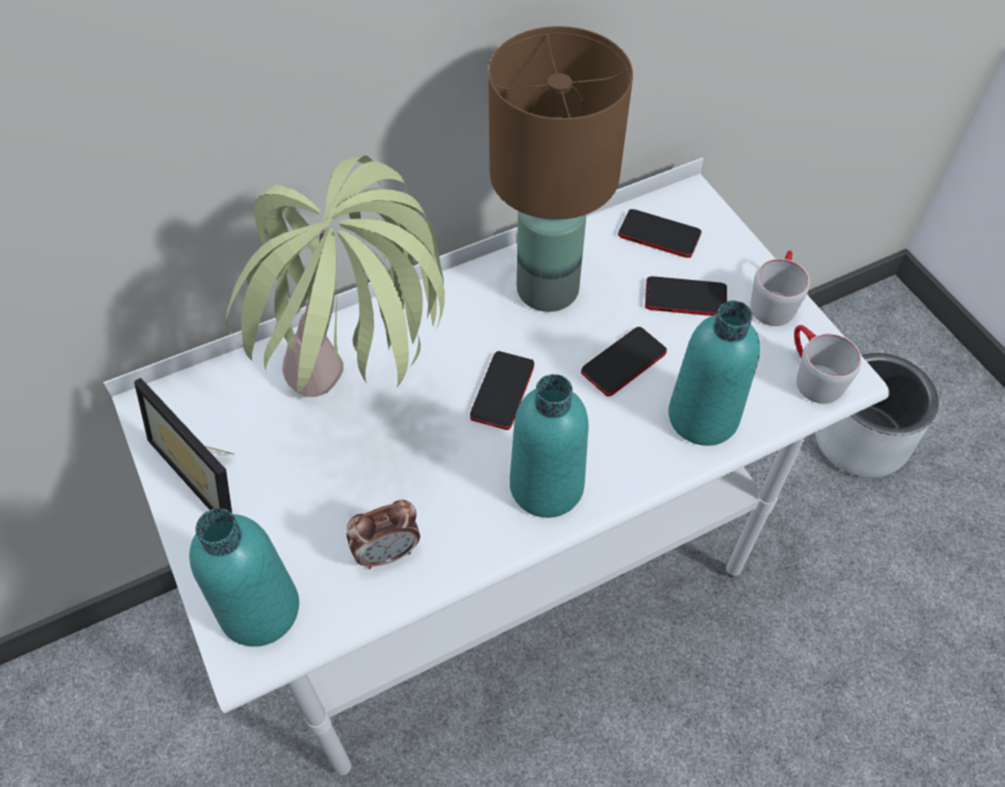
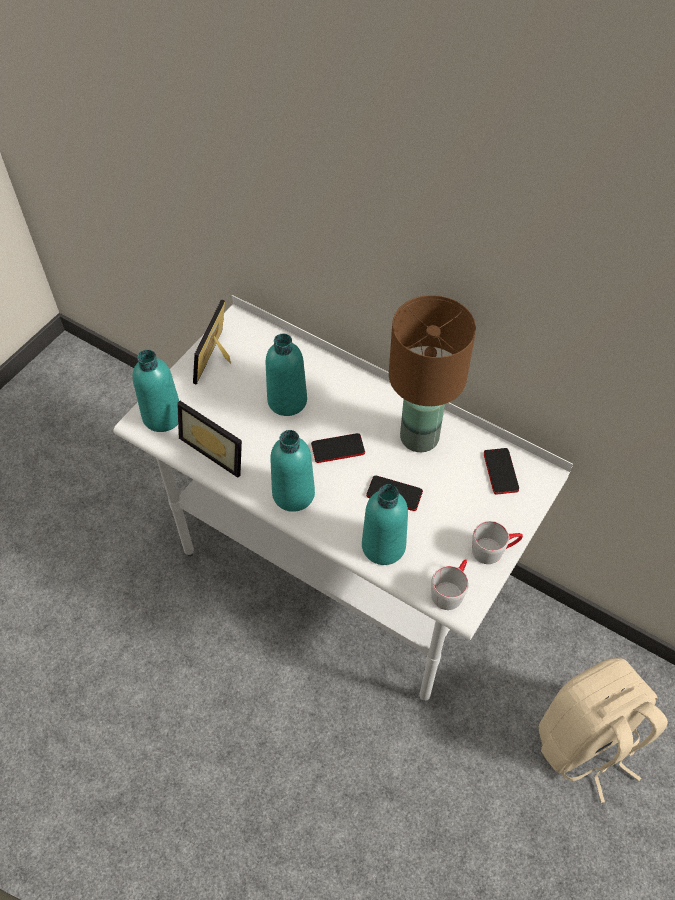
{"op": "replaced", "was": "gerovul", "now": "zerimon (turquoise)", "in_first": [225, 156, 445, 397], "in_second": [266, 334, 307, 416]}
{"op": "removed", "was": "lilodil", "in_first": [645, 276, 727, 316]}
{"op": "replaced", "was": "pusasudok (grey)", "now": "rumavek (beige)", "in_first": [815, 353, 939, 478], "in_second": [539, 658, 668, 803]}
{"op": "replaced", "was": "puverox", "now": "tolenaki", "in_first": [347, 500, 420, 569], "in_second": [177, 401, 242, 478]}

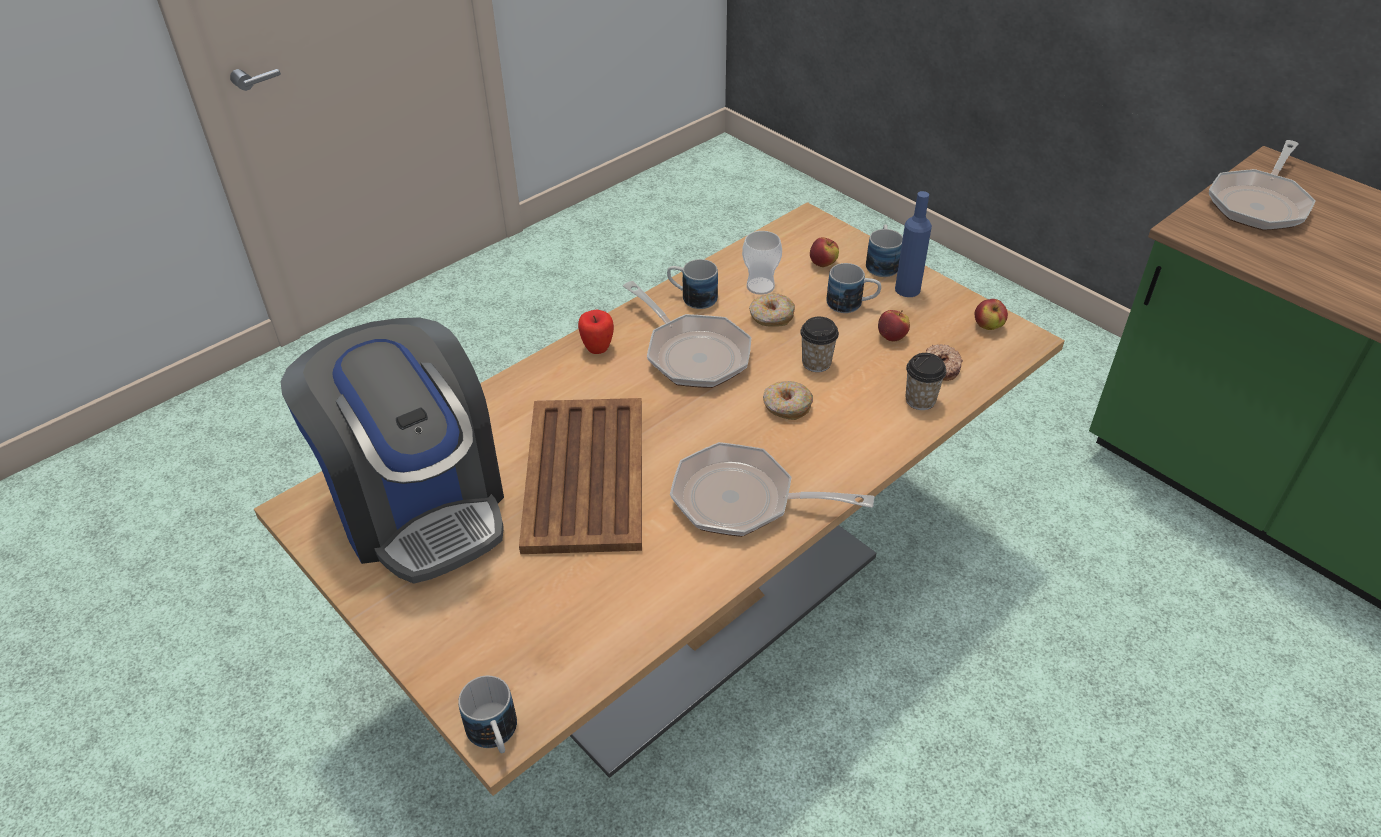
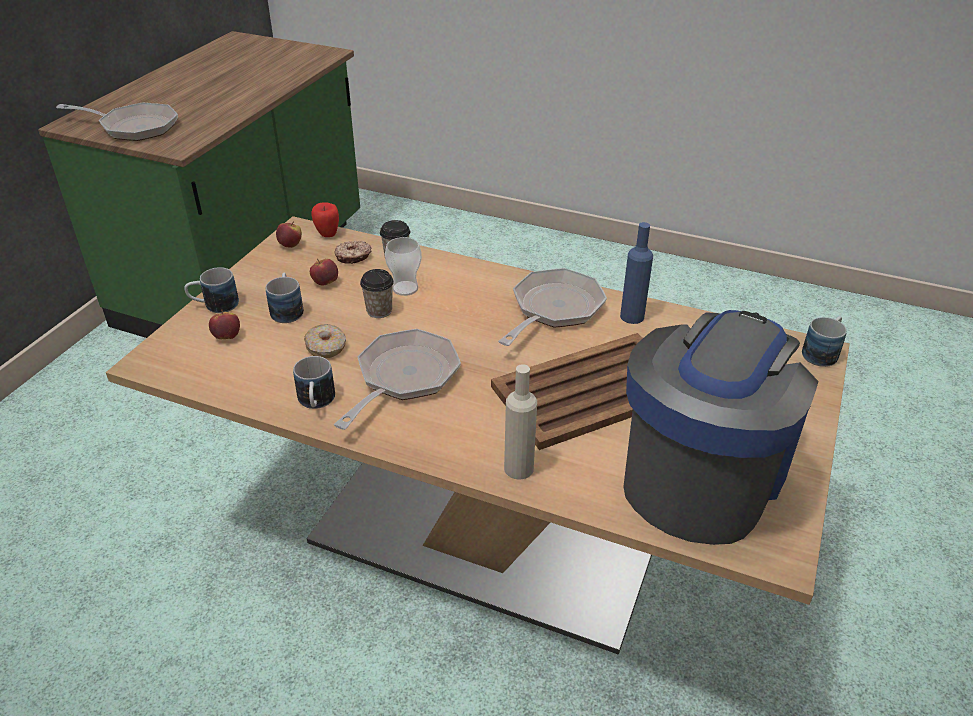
{"op": "moved", "was": "zerimon (blue)", "in_first": [895, 191, 932, 297], "in_second": [620, 222, 653, 324]}
{"op": "moved", "was": "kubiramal", "in_first": [742, 231, 782, 295], "in_second": [385, 237, 422, 296]}
{"op": "moved", "was": "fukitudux", "in_first": [578, 310, 614, 354], "in_second": [311, 202, 339, 237]}
{"op": "removed", "was": "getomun", "in_first": [763, 381, 813, 420]}
{"op": "turned", "was": "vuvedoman", "in_first": [670, 442, 874, 537], "in_second": [498, 268, 607, 346], "clockwise": -135}
{"op": "added", "now": "zerimon (beige)", "in_second": [504, 364, 537, 480]}

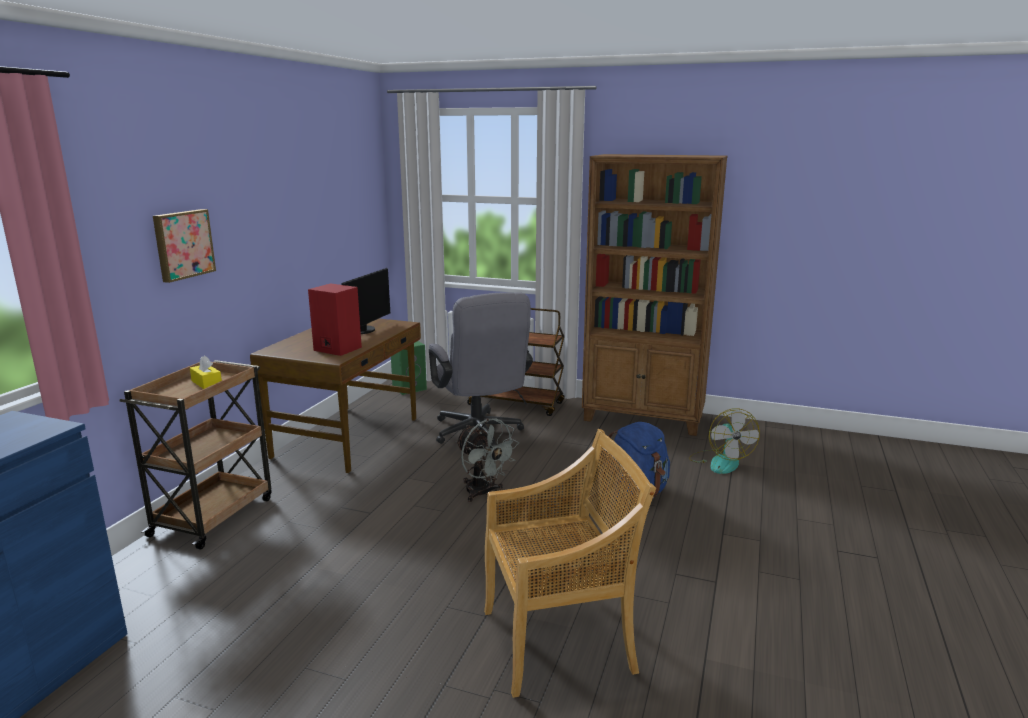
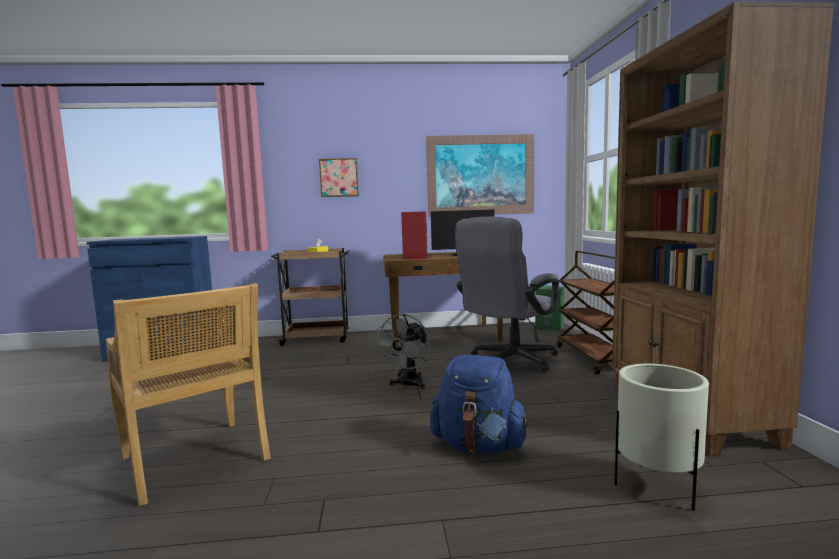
{"op": "replaced", "was": "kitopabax", "now": "pusasudok (beige)", "in_first": [689, 409, 760, 474], "in_second": [614, 364, 709, 511]}
{"op": "added", "now": "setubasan", "in_second": [426, 134, 534, 217]}

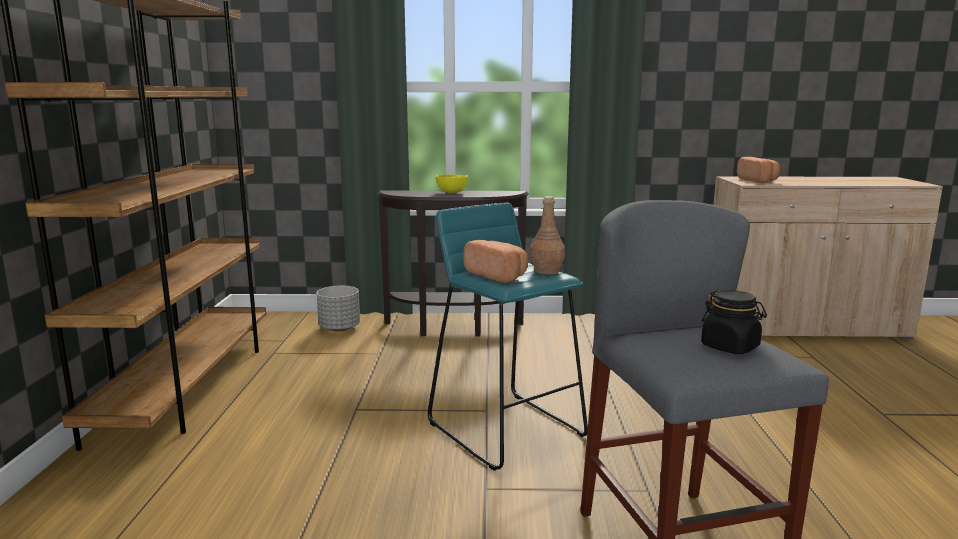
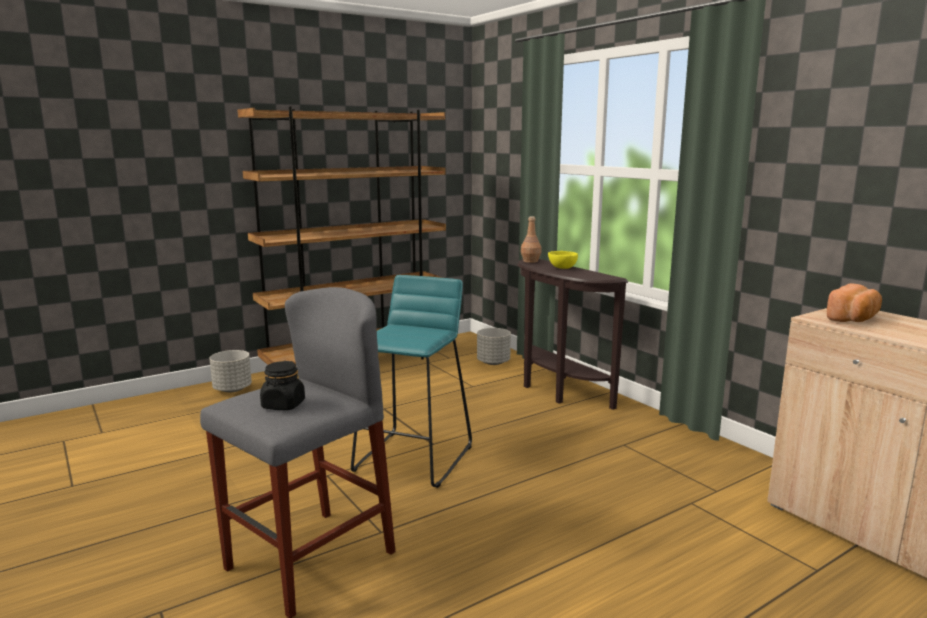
{"op": "moved", "was": "zerimon (brown)", "in_first": [530, 196, 565, 274], "in_second": [521, 216, 541, 263]}
{"op": "removed", "was": "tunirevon", "in_first": [463, 240, 528, 283]}
{"op": "added", "now": "pusasudok (grey)", "in_second": [209, 350, 252, 392]}

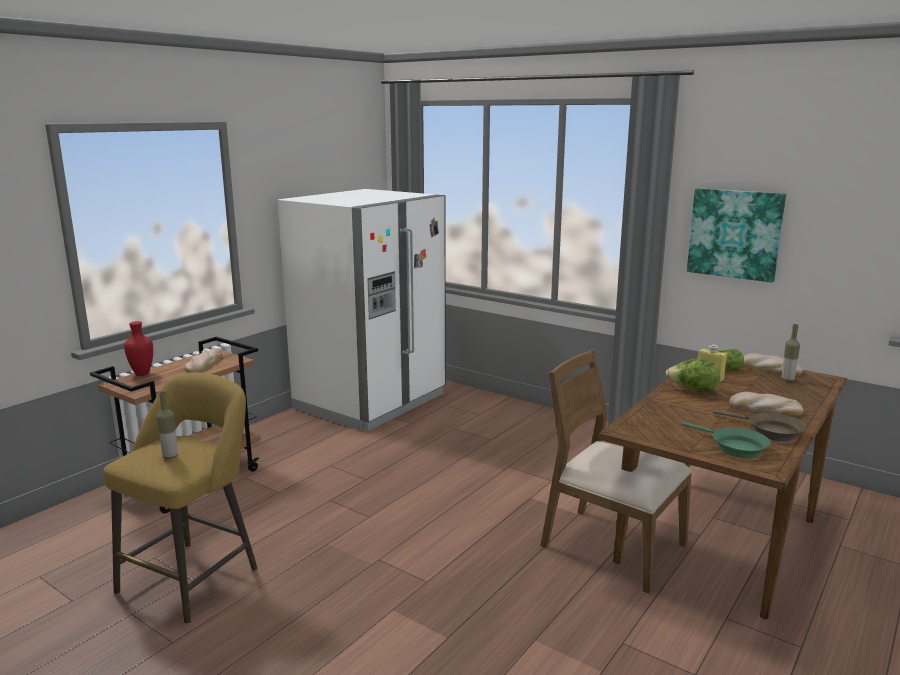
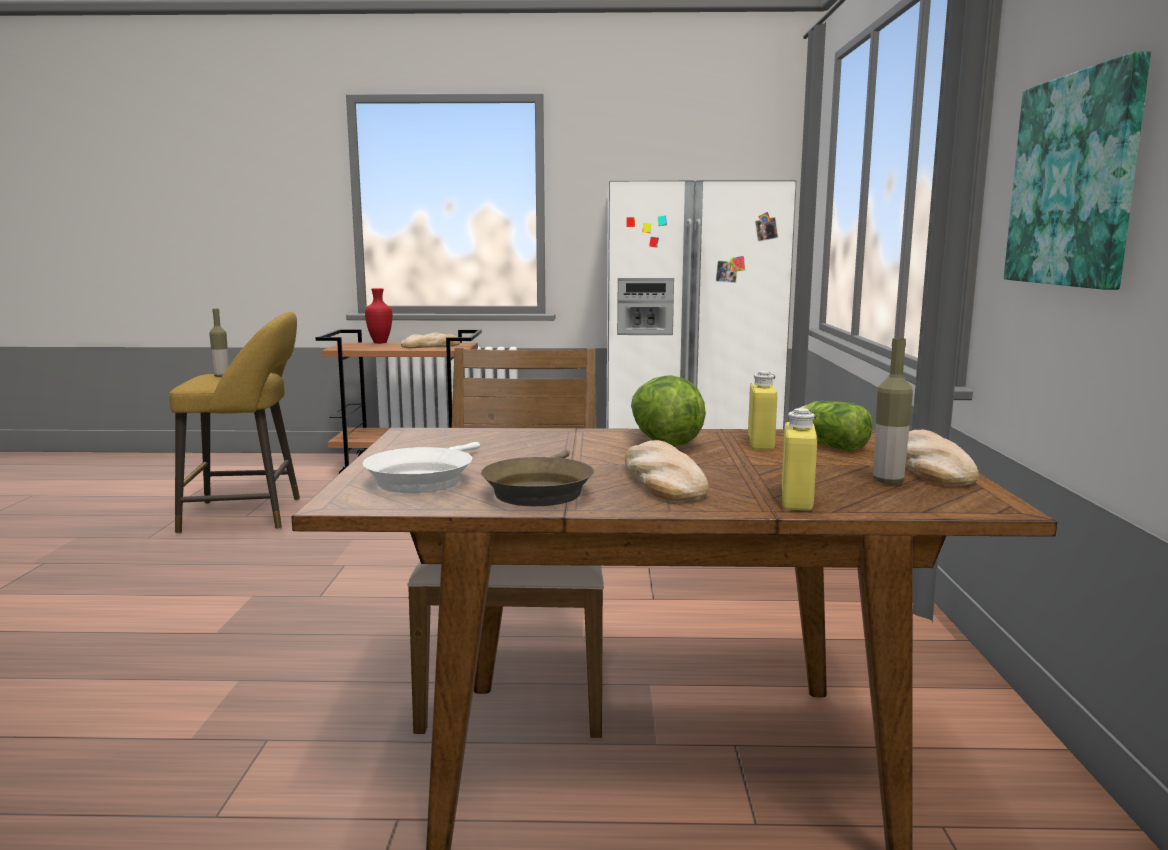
{"op": "recoloured", "was": "vuvedoman (green)", "now": "vuvedoman (white)", "in_first": [681, 422, 771, 458], "in_second": [363, 442, 480, 493]}
{"op": "added", "now": "zerimon (yellow)", "in_second": [782, 408, 817, 511]}

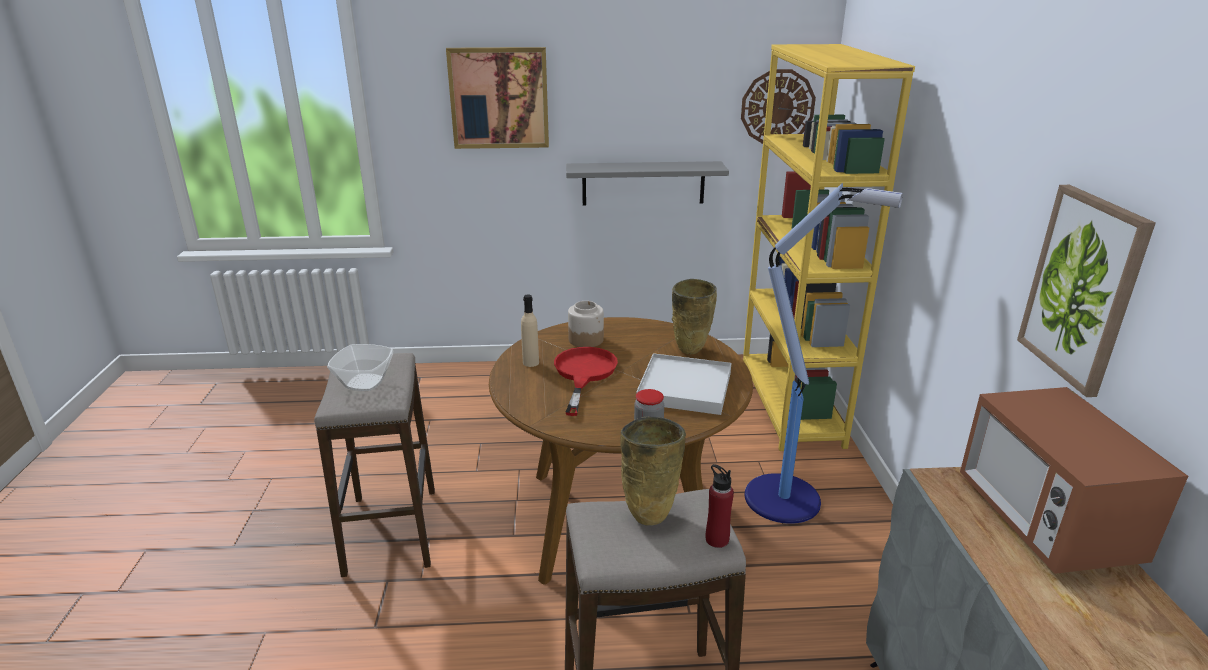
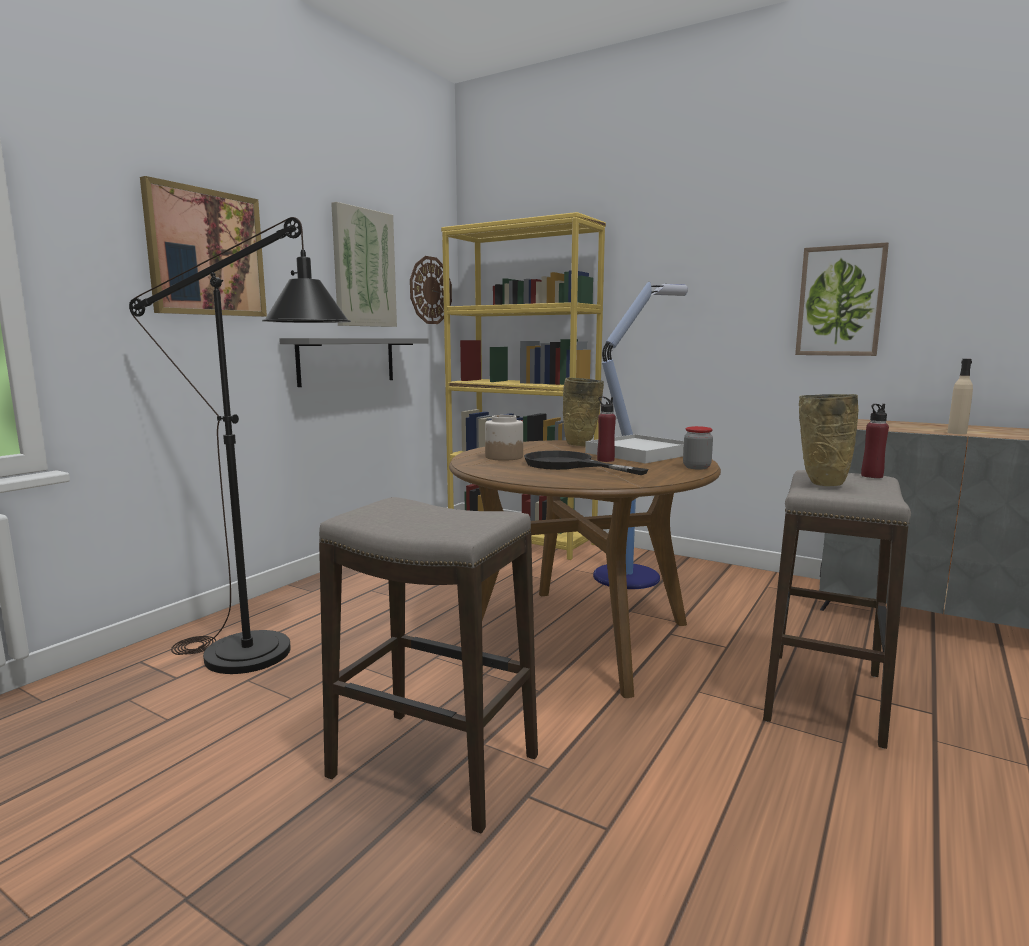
{"op": "moved", "was": "zerimon (beige)", "in_first": [521, 295, 539, 367], "in_second": [947, 359, 973, 434]}
{"op": "removed", "was": "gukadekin", "in_first": [327, 344, 393, 391]}
{"op": "recoloured", "was": "vuvedoman (red)", "now": "vuvedoman (black)", "in_first": [554, 347, 618, 416], "in_second": [524, 451, 648, 475]}
{"op": "removed", "was": "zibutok", "in_first": [960, 387, 1188, 574]}
{"op": "added", "now": "setubasan", "in_second": [331, 202, 397, 327]}
{"op": "added", "now": "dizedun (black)", "in_second": [129, 217, 351, 674]}
{"op": "added", "now": "zerimon (red)", "in_second": [597, 396, 616, 462]}

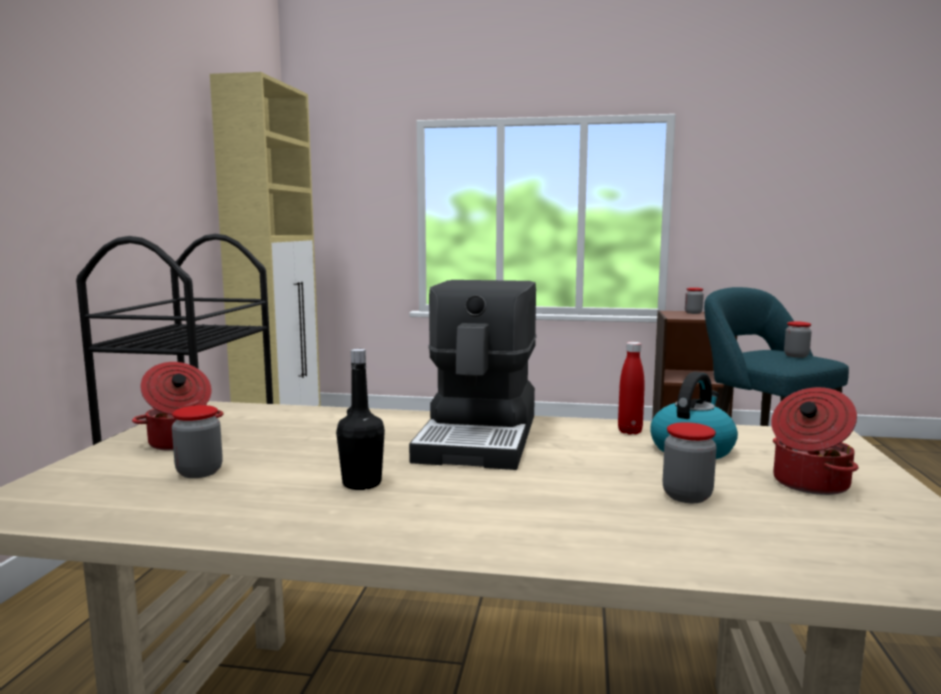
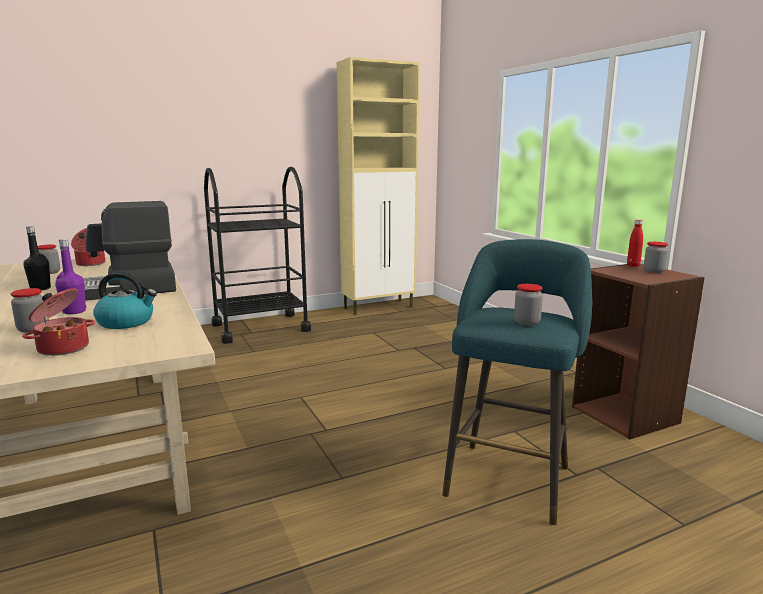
{"op": "moved", "was": "zerimon (red)", "in_first": [618, 342, 645, 435], "in_second": [627, 219, 643, 267]}
{"op": "added", "now": "zerimon (purple)", "in_second": [55, 239, 86, 314]}

